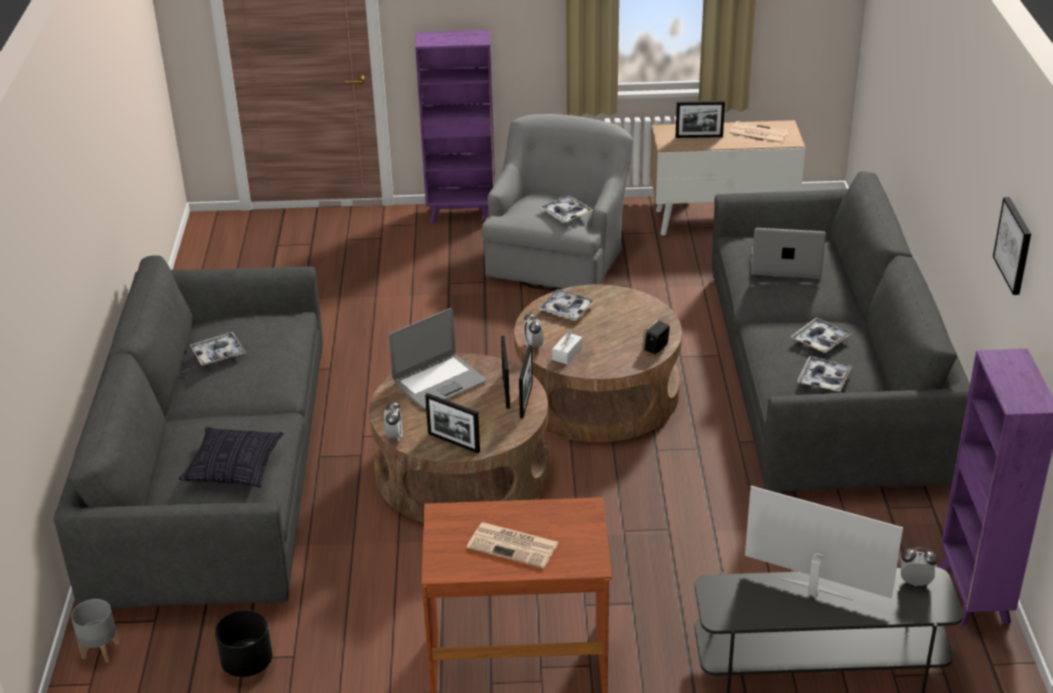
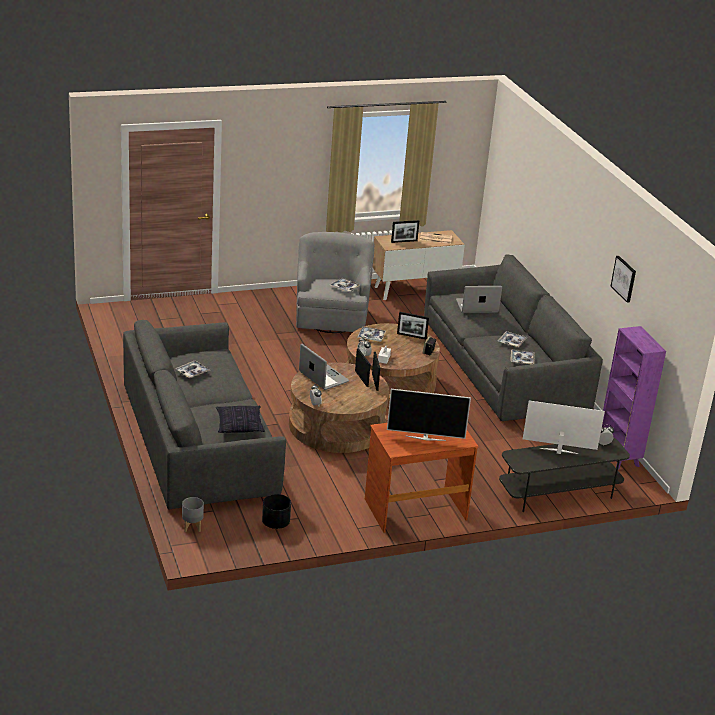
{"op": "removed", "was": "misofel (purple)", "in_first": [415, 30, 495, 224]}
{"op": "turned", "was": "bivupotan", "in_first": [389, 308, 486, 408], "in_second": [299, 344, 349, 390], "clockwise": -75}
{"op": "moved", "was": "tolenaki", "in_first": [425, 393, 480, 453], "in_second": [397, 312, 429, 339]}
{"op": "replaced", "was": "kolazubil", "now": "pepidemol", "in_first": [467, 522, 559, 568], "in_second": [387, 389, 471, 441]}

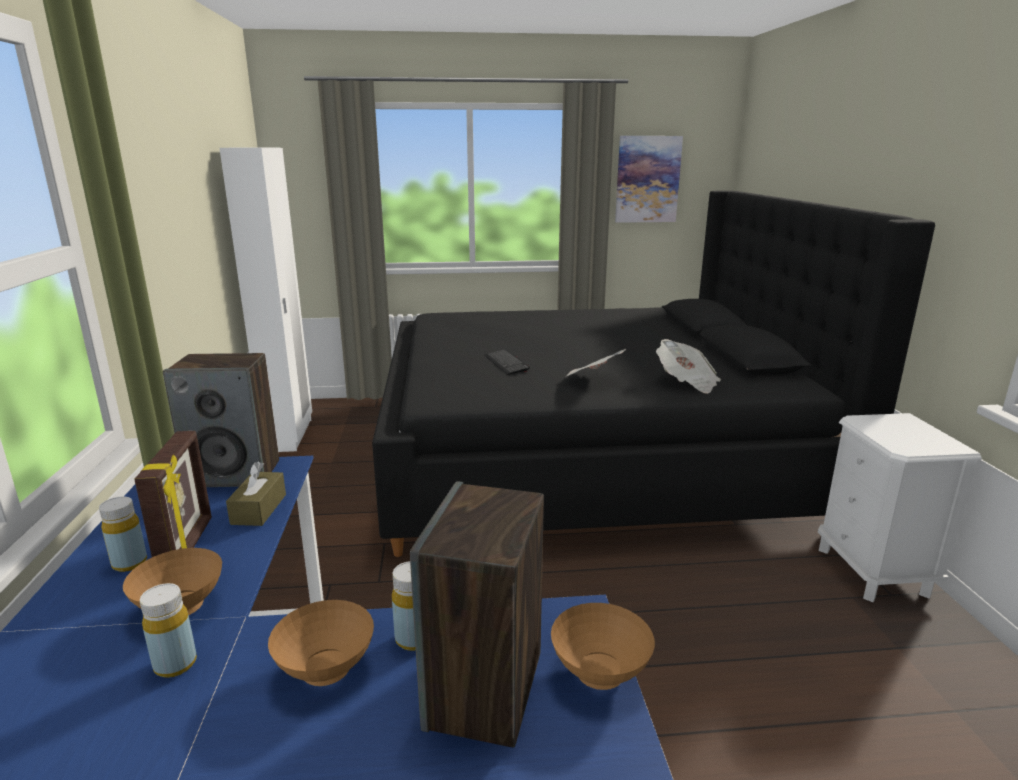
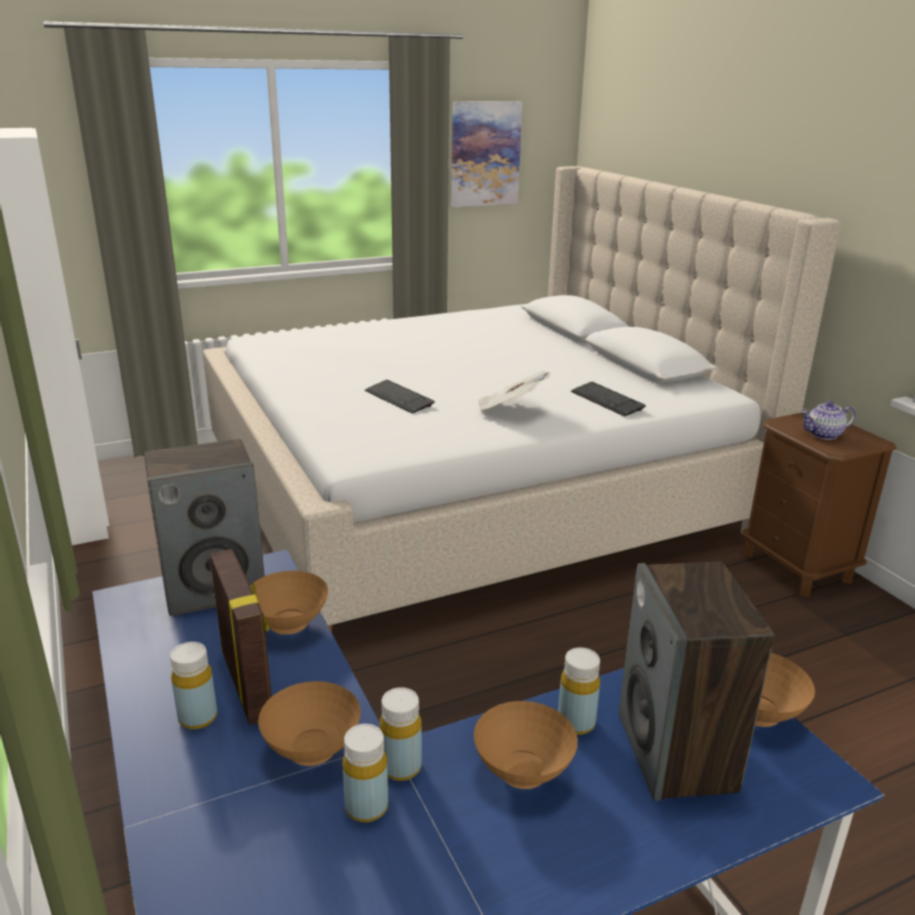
{"op": "recoloured", "was": "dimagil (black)", "now": "dimagil (beige)", "in_first": [372, 191, 935, 557], "in_second": [203, 166, 841, 632]}
{"op": "replaced", "was": "kolazubil", "now": "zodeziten", "in_first": [656, 339, 721, 394], "in_second": [571, 382, 646, 417]}
{"op": "recoloured", "was": "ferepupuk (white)", "now": "ferepupuk (brown)", "in_first": [818, 413, 982, 602], "in_second": [742, 411, 897, 597]}
{"op": "replaced", "was": "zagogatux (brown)", "now": "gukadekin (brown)", "in_first": [226, 462, 286, 526], "in_second": [250, 571, 328, 635]}
{"op": "added", "now": "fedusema", "in_second": [801, 401, 856, 440]}
{"op": "added", "now": "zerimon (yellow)", "in_second": [380, 687, 422, 781]}

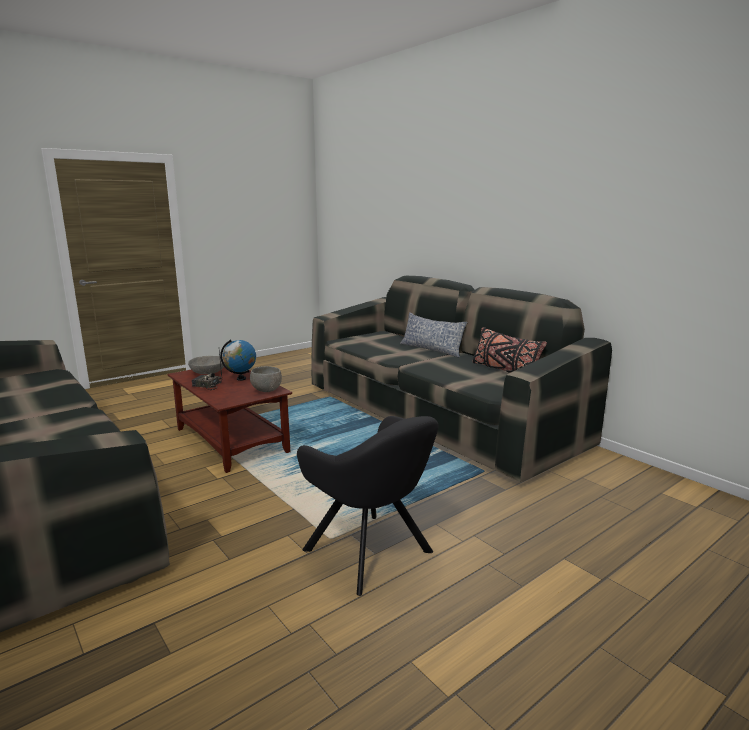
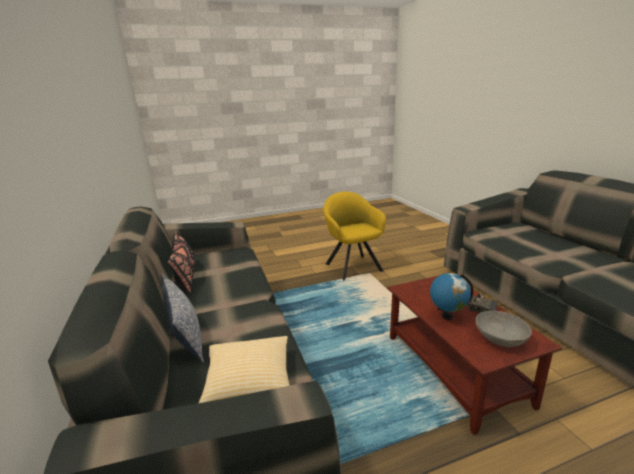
{"op": "removed", "was": "gukadekin (grey)", "in_first": [250, 366, 282, 392]}
{"op": "recoloured", "was": "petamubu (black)", "now": "petamubu (yellow)", "in_first": [297, 416, 439, 596], "in_second": [323, 192, 386, 280]}
{"op": "added", "now": "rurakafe", "in_second": [198, 336, 290, 403]}

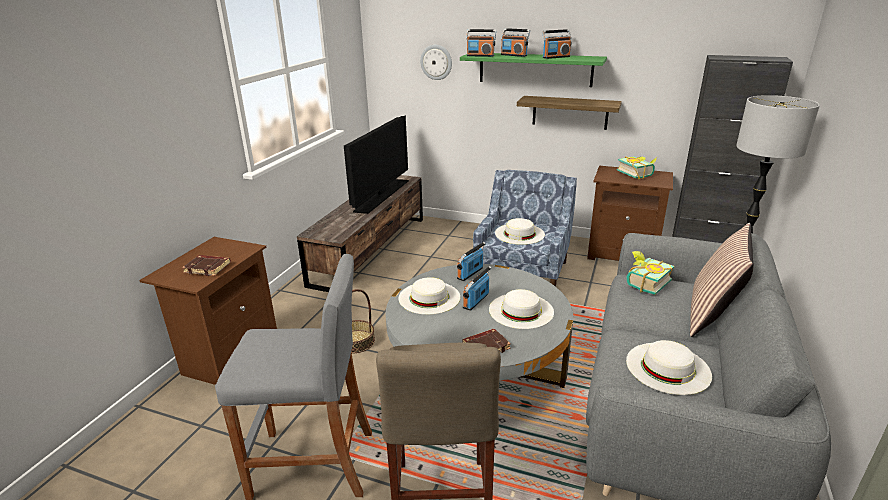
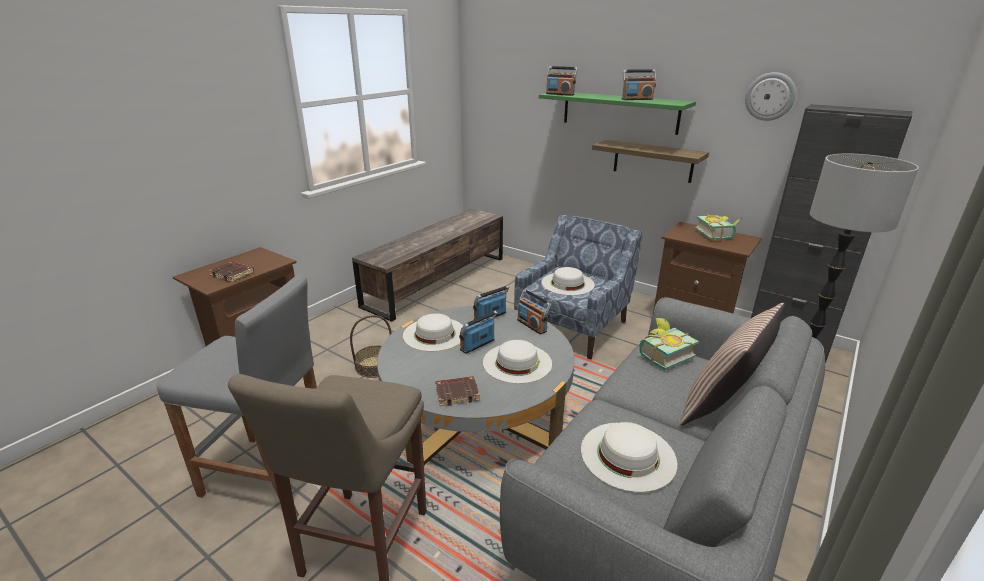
{"op": "moved", "was": "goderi", "in_first": [501, 28, 530, 57], "in_second": [517, 289, 551, 335]}
{"op": "moved", "was": "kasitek", "in_first": [420, 45, 452, 80], "in_second": [745, 72, 796, 121]}
{"op": "removed", "was": "pepidemol", "in_first": [344, 115, 409, 214]}

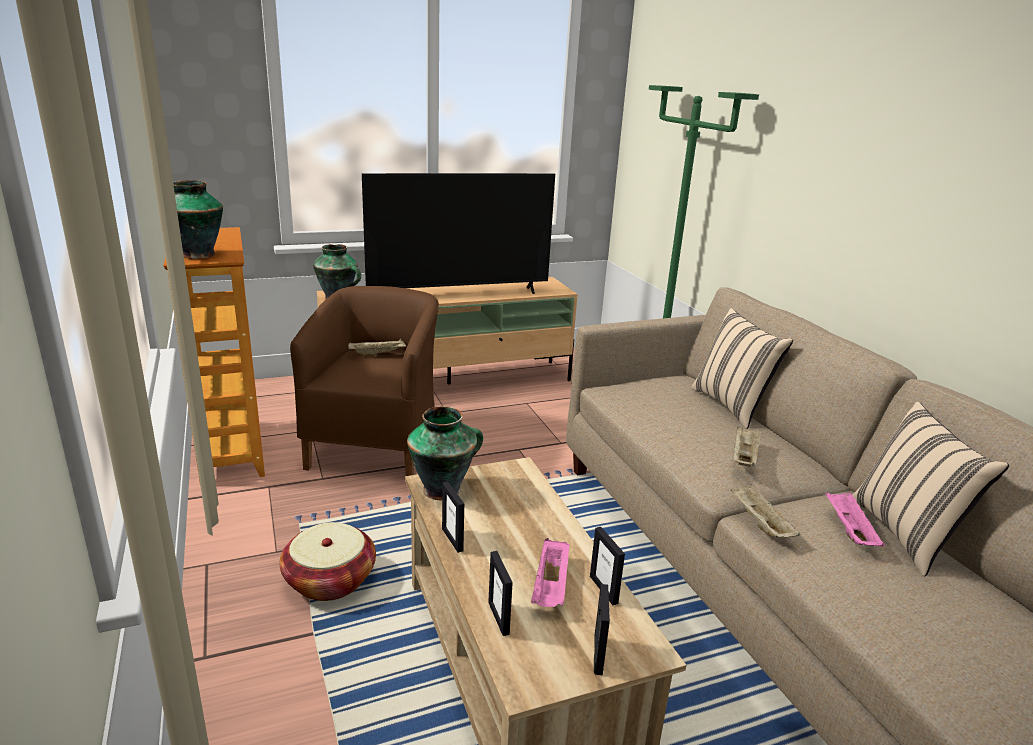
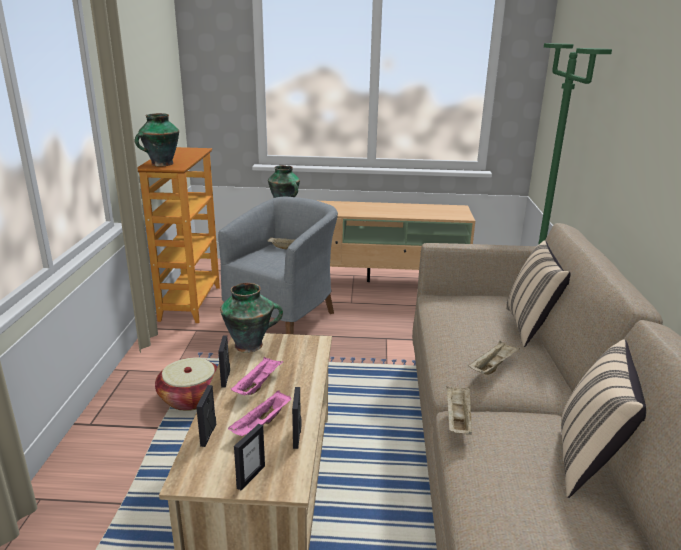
{"op": "removed", "was": "pepidemol", "in_first": [362, 173, 555, 294]}
{"op": "recoloured", "was": "petamubu (brown)", "now": "petamubu (grey)", "in_first": [290, 286, 439, 476], "in_second": [218, 197, 338, 334]}
{"op": "moved", "was": "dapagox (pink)", "in_first": [825, 492, 885, 547], "in_second": [231, 357, 284, 395]}

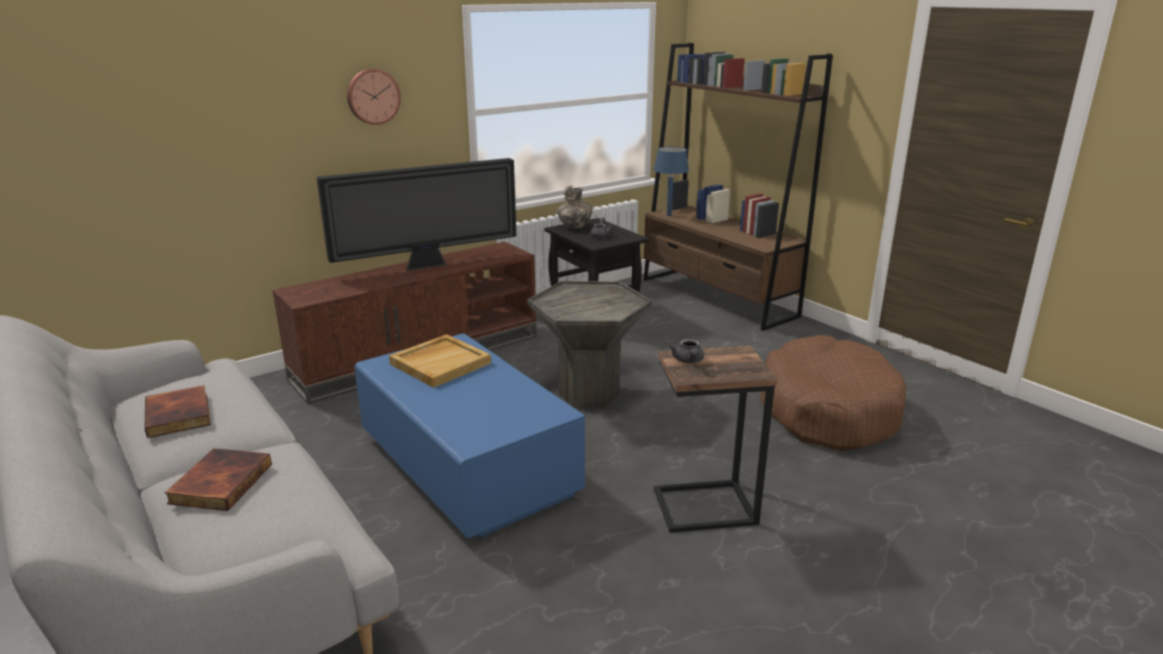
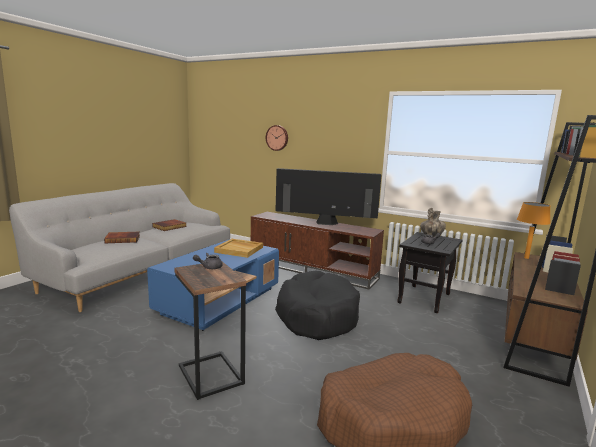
{"op": "moved", "was": "kasitek", "in_first": [347, 69, 401, 125], "in_second": [266, 125, 288, 151]}
{"op": "recoloured", "was": "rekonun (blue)", "now": "rekonun (orange)", "in_first": [654, 146, 689, 216], "in_second": [517, 202, 551, 259]}
{"op": "turned", "was": "pepidemol", "in_first": [317, 158, 517, 271], "in_second": [275, 168, 381, 225], "clockwise": 150}
{"op": "replaced", "was": "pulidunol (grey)", "now": "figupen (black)", "in_first": [527, 281, 652, 408], "in_second": [275, 271, 360, 340]}

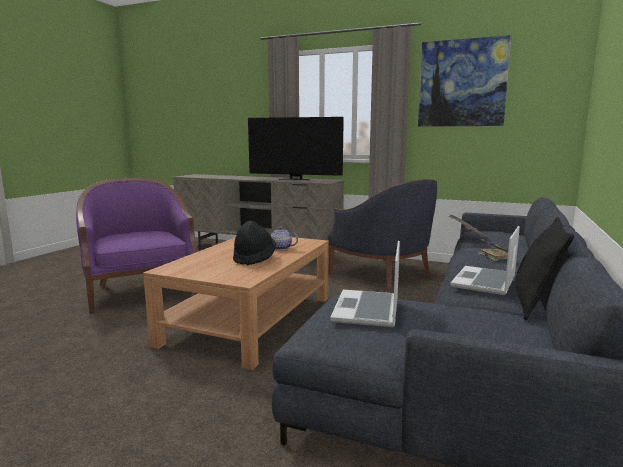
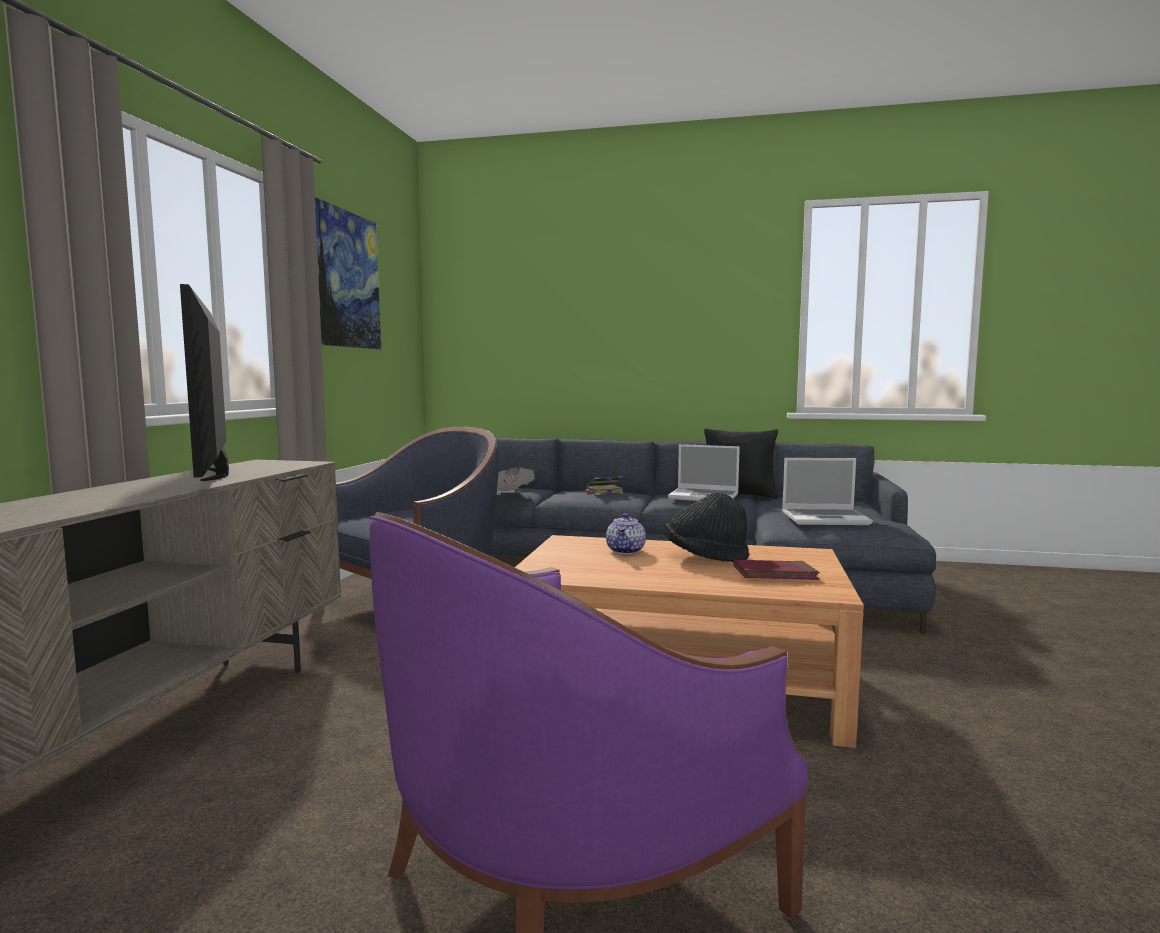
{"op": "turned", "was": "pepidemol", "in_first": [248, 117, 344, 180], "in_second": [180, 284, 229, 481], "clockwise": 150}
{"op": "added", "now": "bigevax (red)", "in_second": [734, 560, 820, 580]}

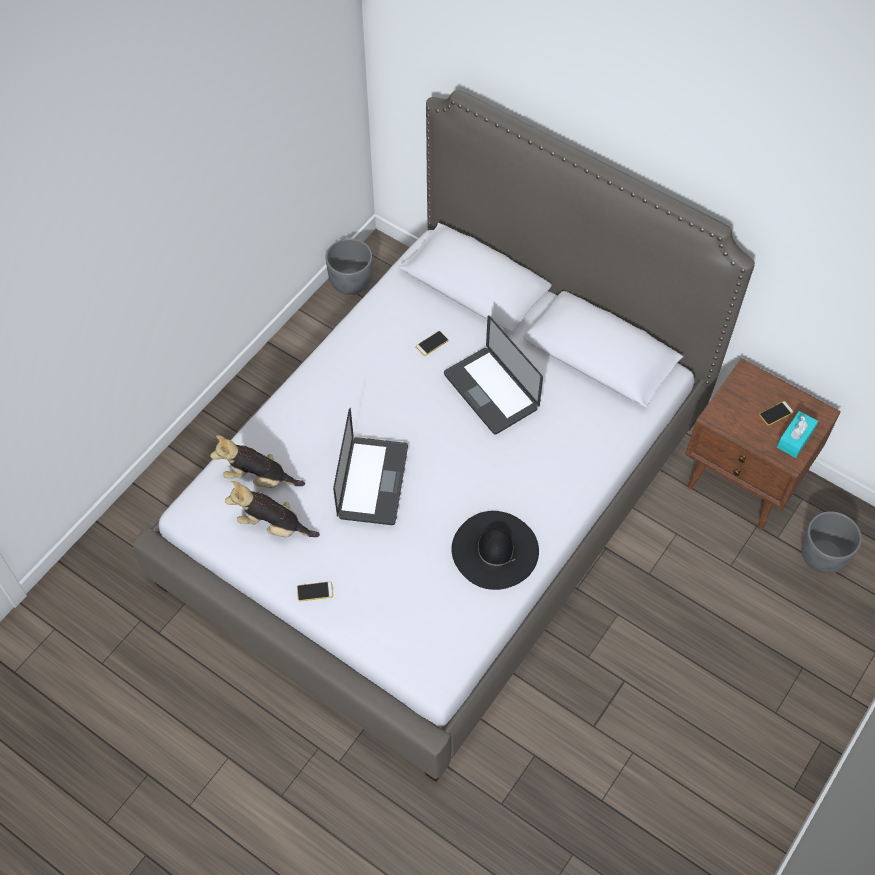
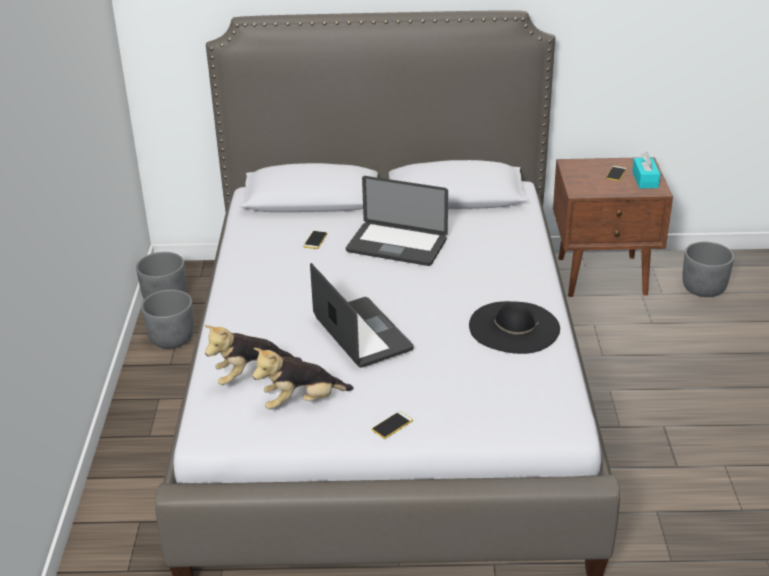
{"op": "added", "now": "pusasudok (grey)", "in_second": [141, 289, 194, 349]}

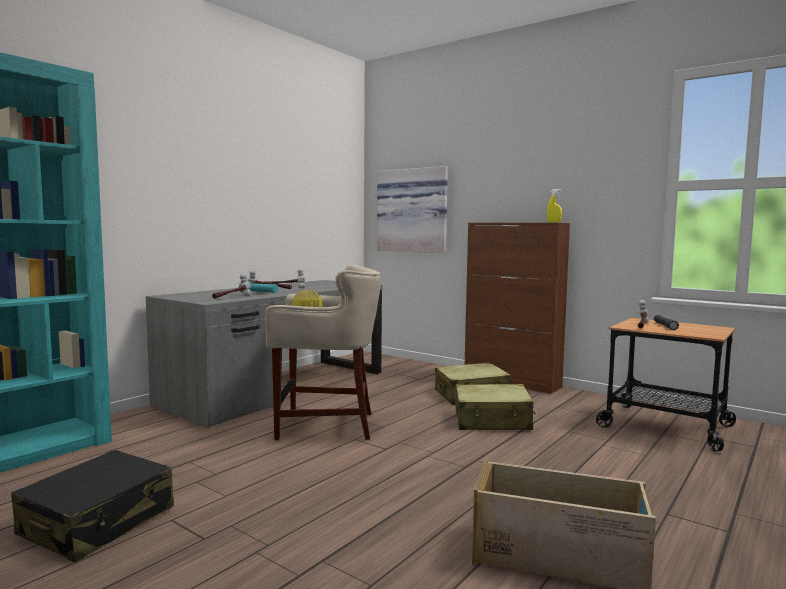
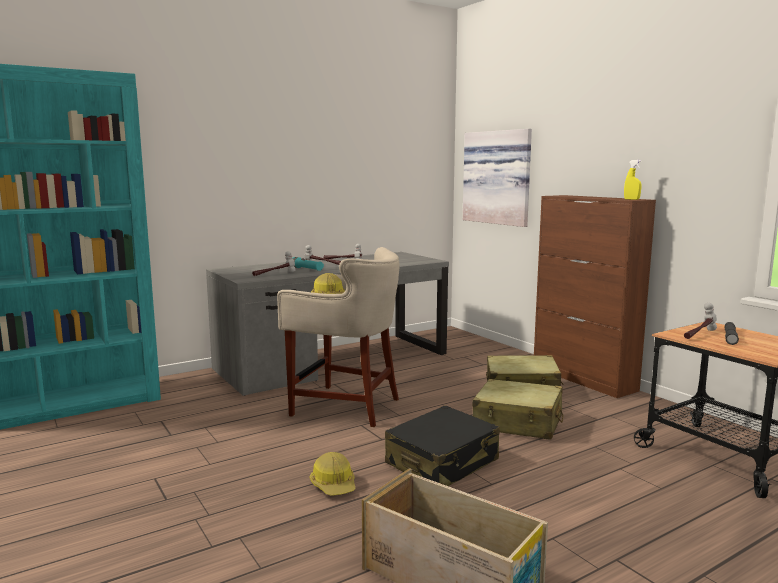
{"op": "moved", "was": "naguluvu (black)", "in_first": [11, 450, 174, 562], "in_second": [385, 405, 500, 486]}
{"op": "added", "now": "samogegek", "in_second": [310, 452, 355, 496]}

